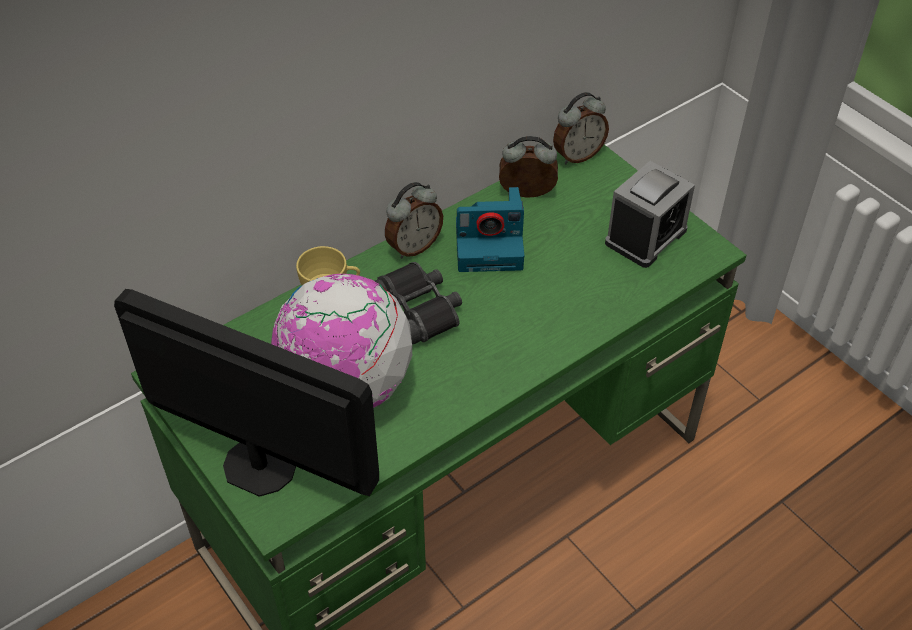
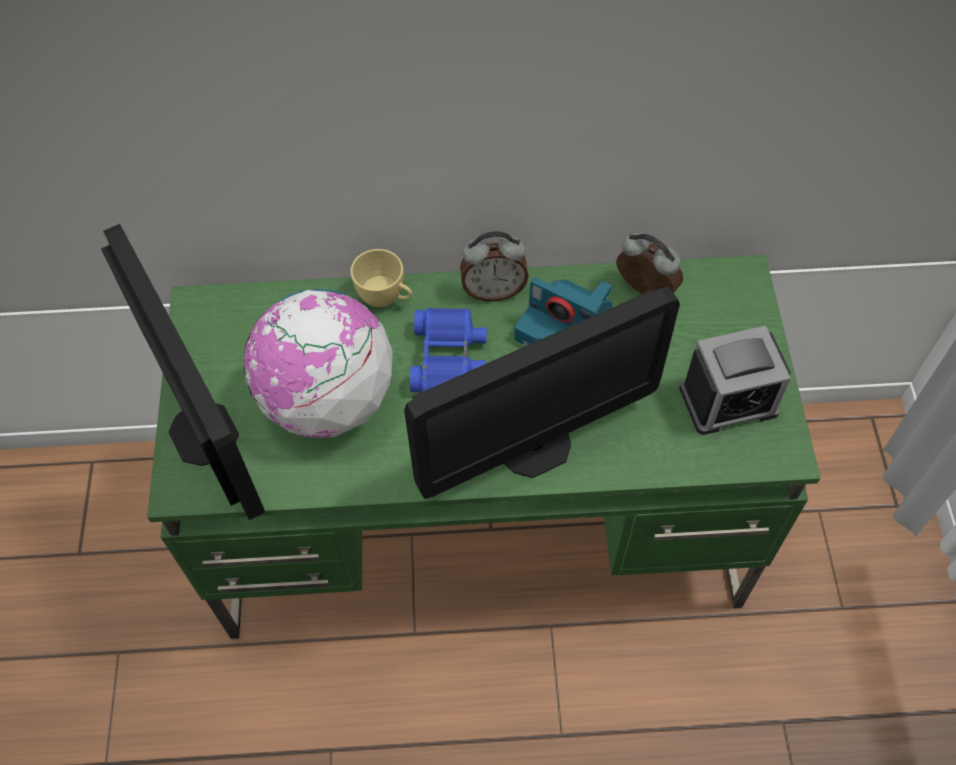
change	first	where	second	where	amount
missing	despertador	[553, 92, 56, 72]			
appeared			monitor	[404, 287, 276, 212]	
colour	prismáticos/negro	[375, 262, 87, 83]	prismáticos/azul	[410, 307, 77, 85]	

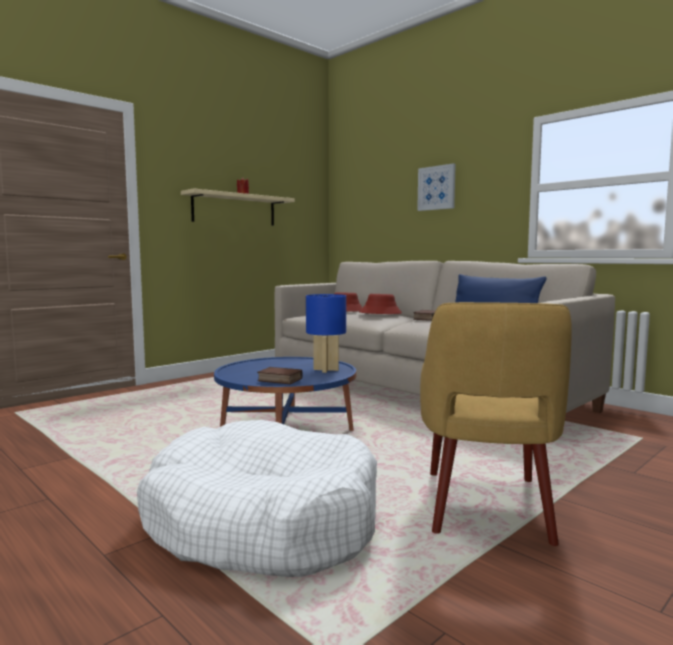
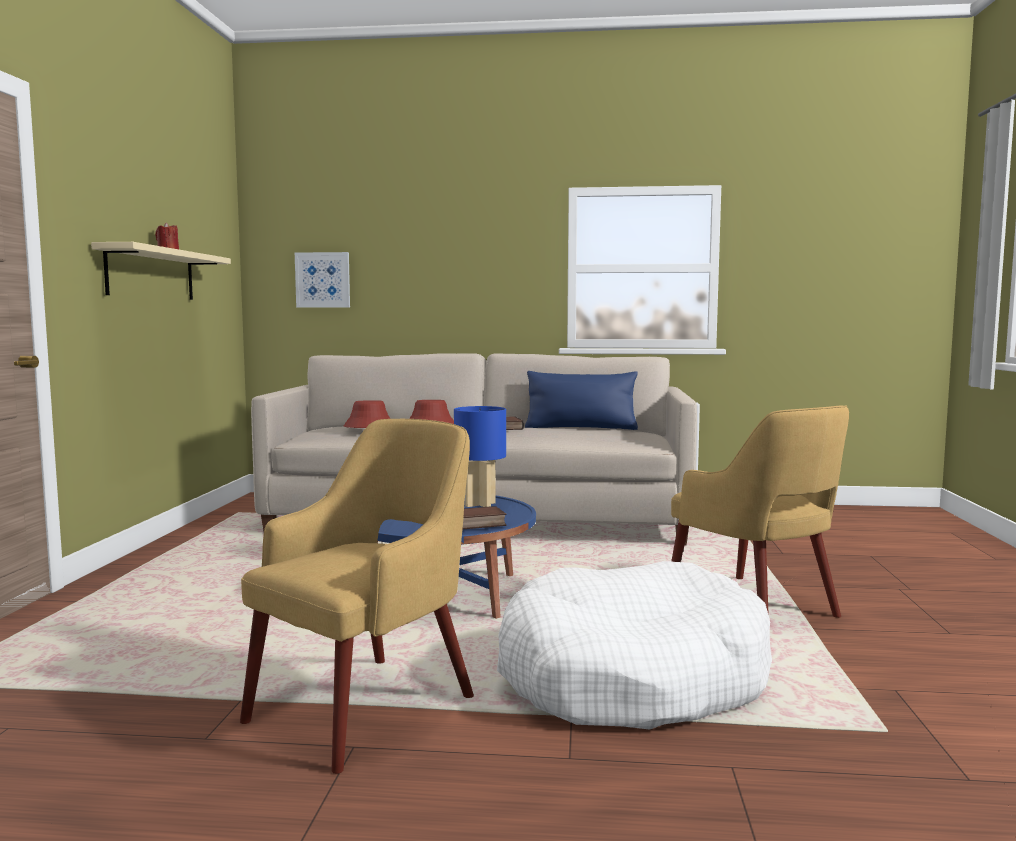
change	first	where	second	where	amount
appeared			sillón/amarillo	[240, 419, 234, 355]	
relocated	cuadro	[417, 163, 39, 48]		[295, 252, 55, 56]	

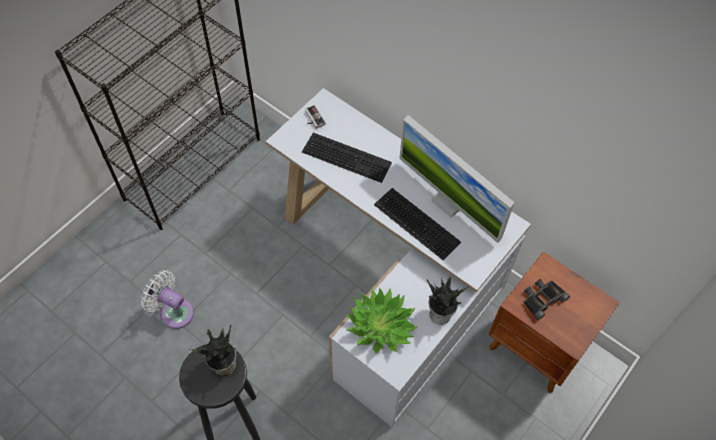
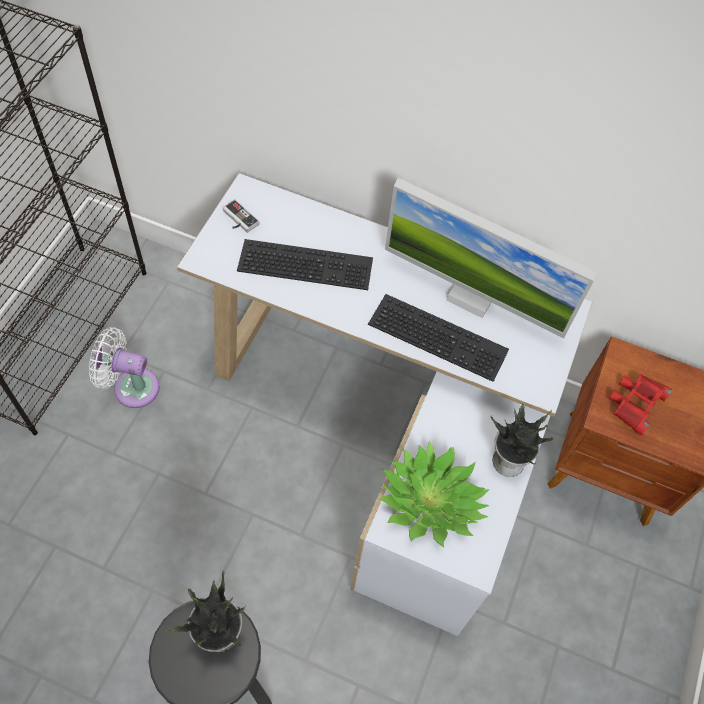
change	first	where	second	where	amount
relocated	ventilador/blanco	[141, 270, 53, 59]		[89, 327, 71, 81]	
colour	prismáticos/negro	[524, 279, 46, 42]	prismáticos/rojo	[608, 374, 64, 61]	

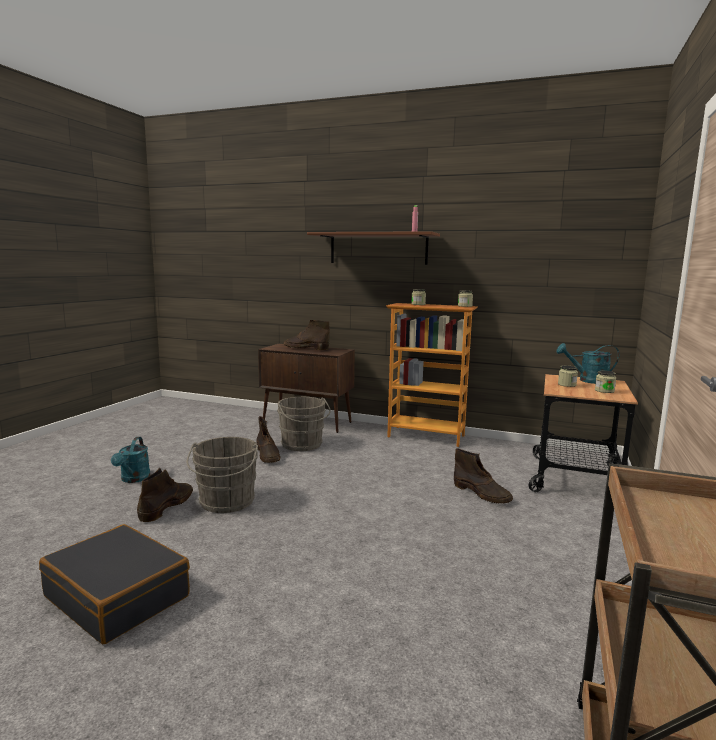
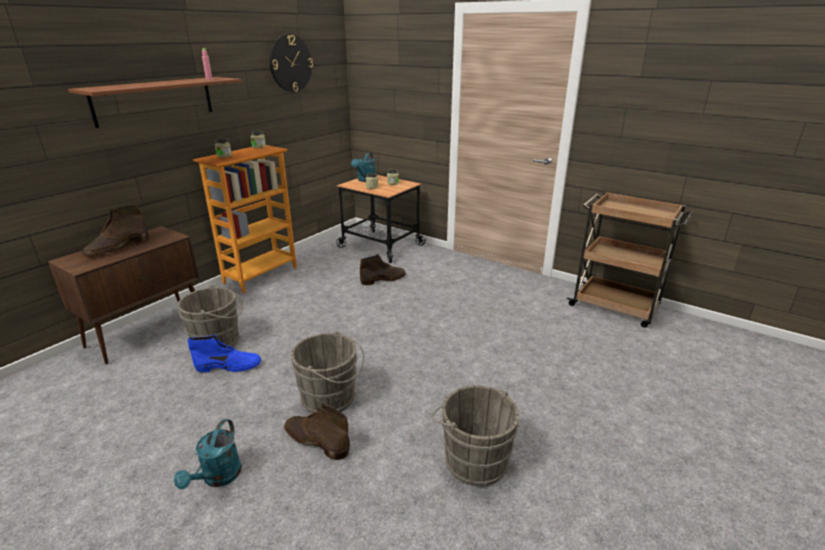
change	first	where	second	where	amount
appeared			reloj de pared	[270, 34, 43, 58]	
exchanged	maleta/negro	[39, 524, 151, 120]	cubo/gris	[431, 385, 88, 101]	
colour	bota/marrón	[256, 416, 25, 47]	bota/azul	[187, 334, 74, 39]	
spun	regadera/turquesa	[111, 437, 40, 46]		[174, 419, 68, 70]	90 degrees clockwise

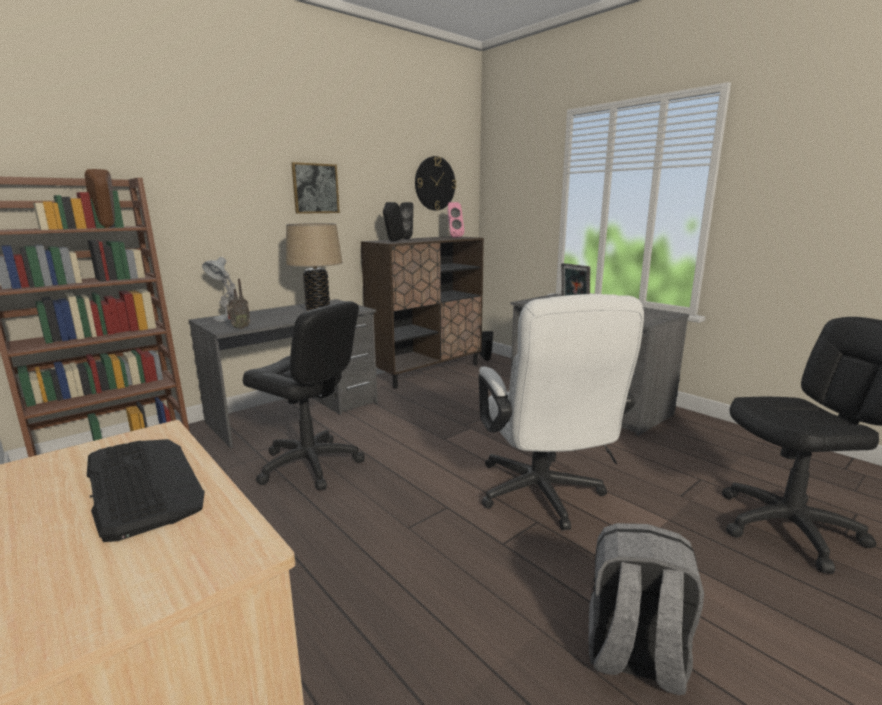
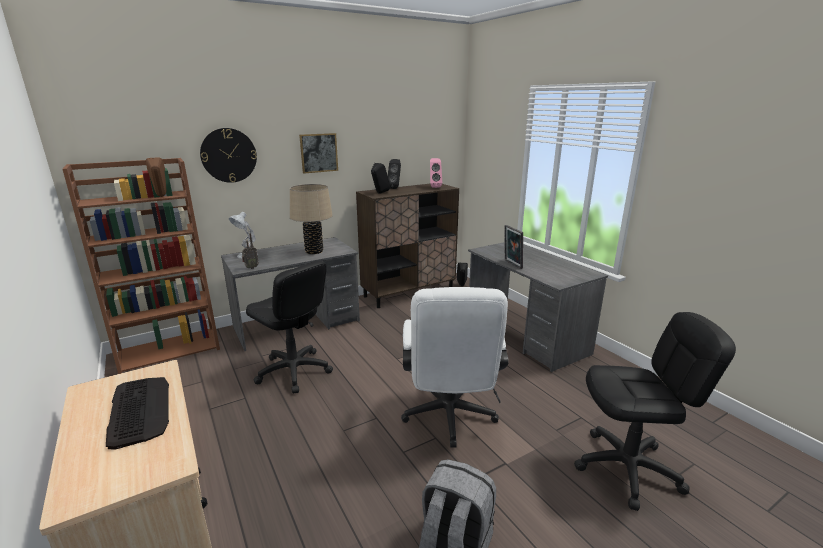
change	first	where	second	where	amount
relocated	reloj de pared	[415, 156, 41, 54]		[200, 128, 57, 55]	

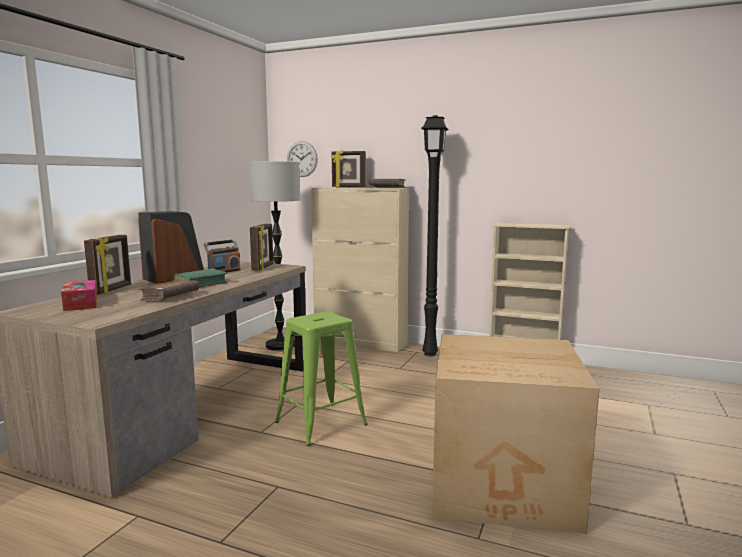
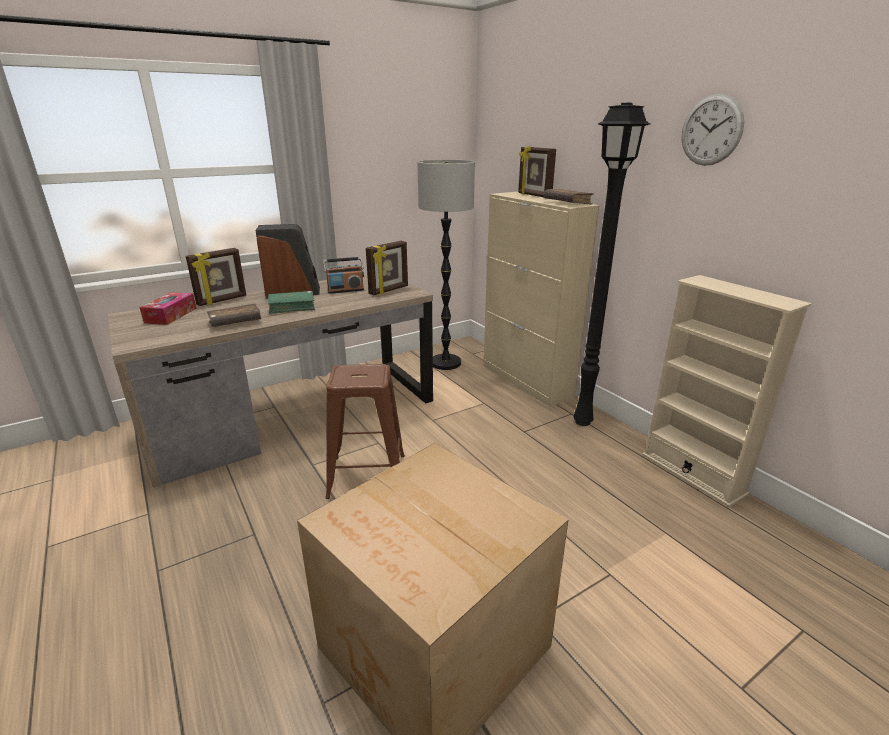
change	first	where	second	where	amount
relocated	reloj de pared	[287, 141, 31, 36]		[682, 94, 62, 72]	
colour	taburete/verde	[275, 312, 92, 134]	taburete/marrón	[326, 364, 79, 135]	

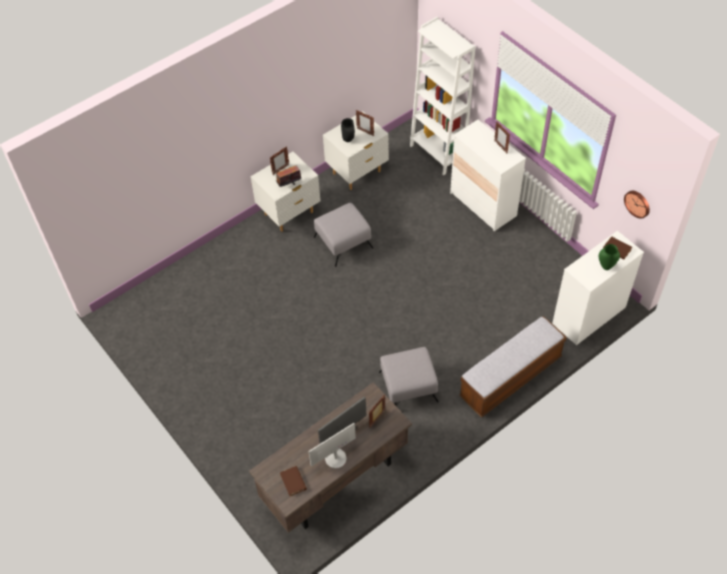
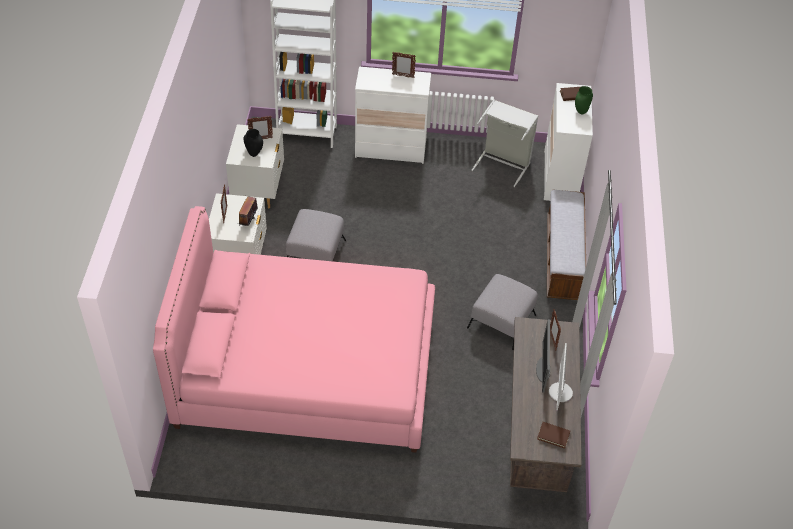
change	first	where	second	where	amount
missing	reloj de pared	[624, 191, 26, 28]			
appeared			cama/rosa	[153, 206, 282, 247]	
appeared			cesto de la ropa/gris	[471, 99, 68, 88]	

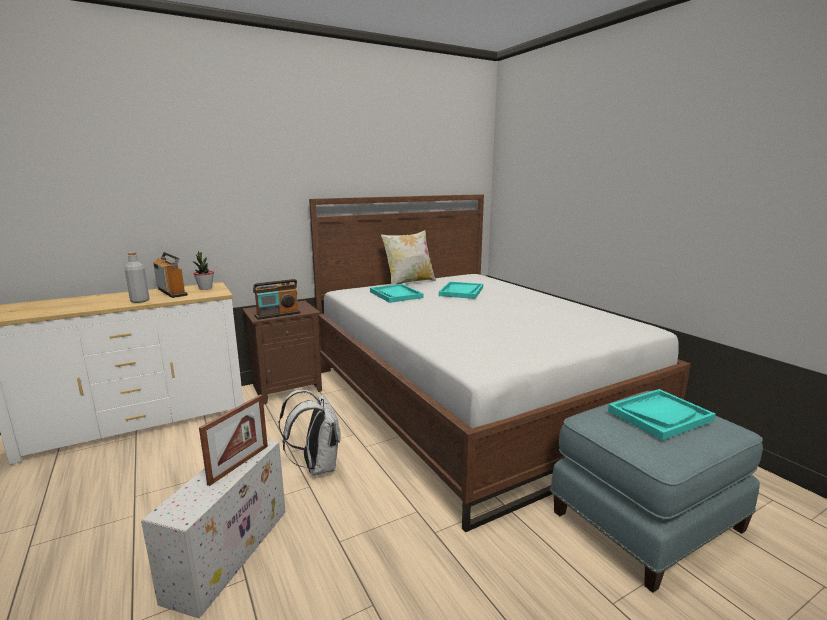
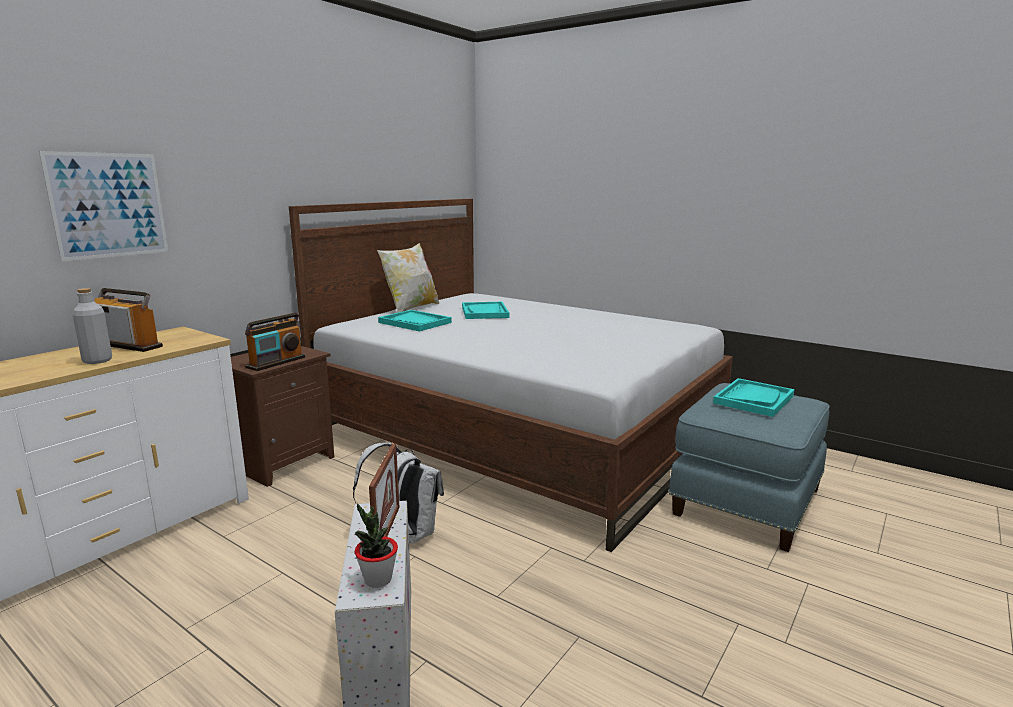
change	first	where	second	where	amount
appeared			cuadro	[39, 151, 129, 111]	
relocated	planta en maceta	[193, 251, 21, 39]		[355, 503, 43, 85]	

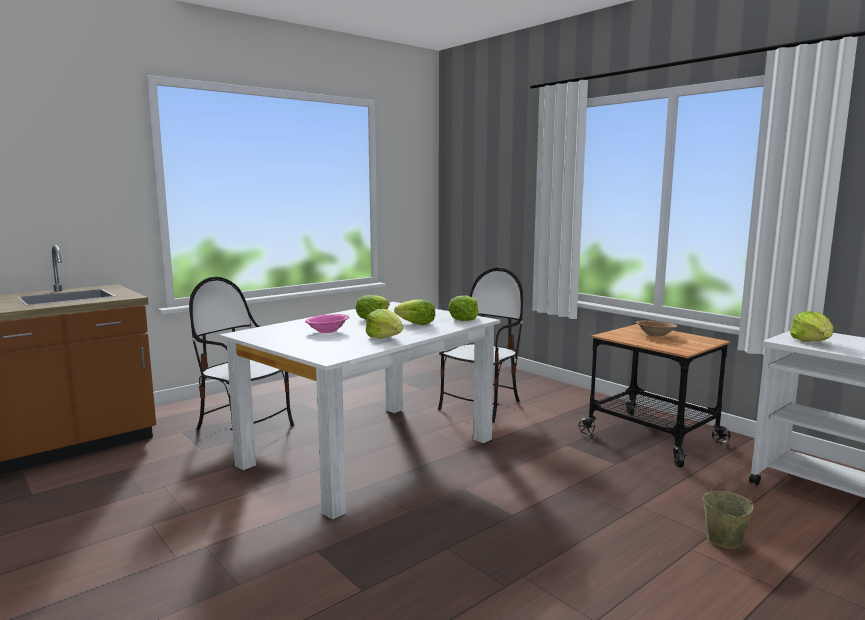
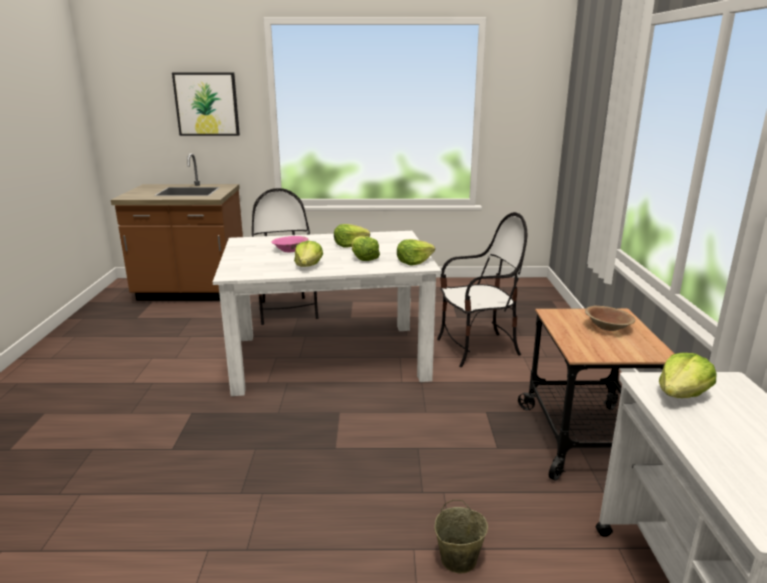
change	first	where	second	where	amount
appeared			cuadro	[172, 73, 68, 63]	

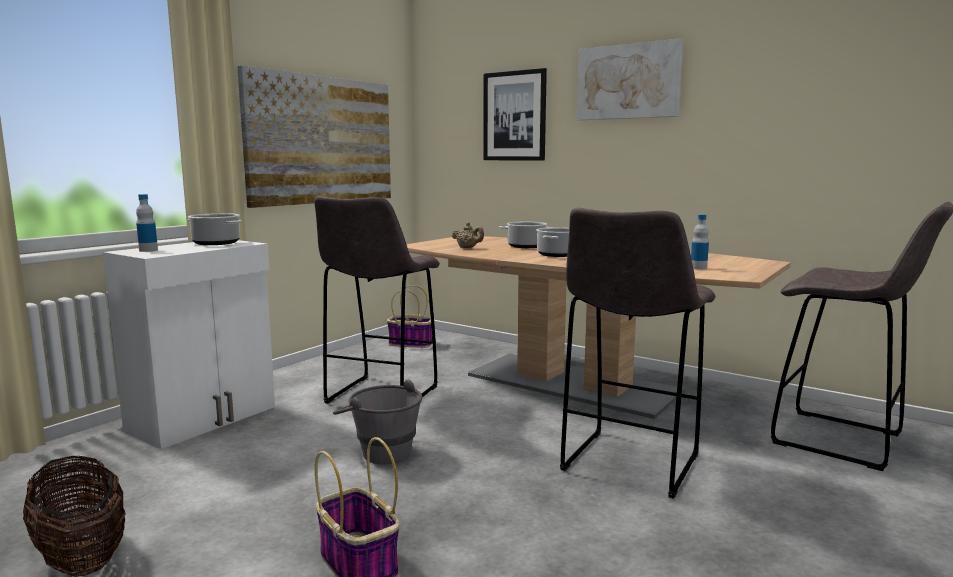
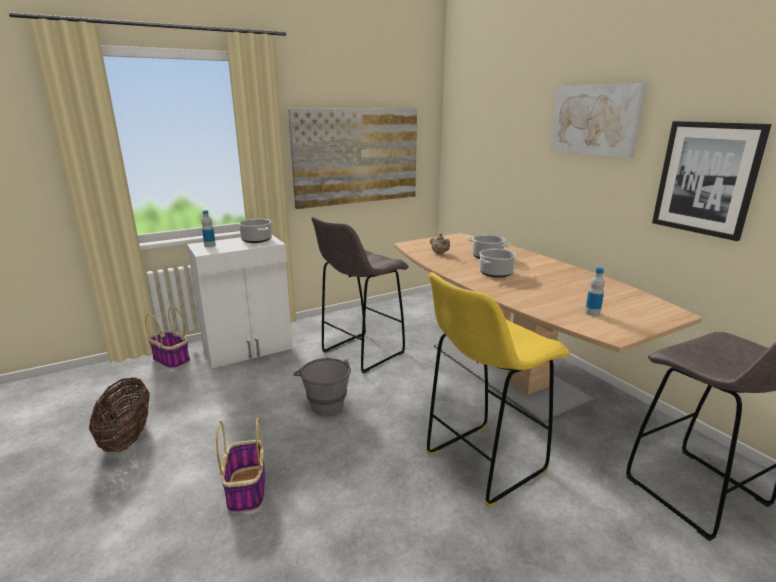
change	first	where	second	where	amount
relocated	cesta	[387, 285, 45, 63]		[145, 307, 45, 62]	
relocated	cuadro	[483, 68, 64, 92]		[652, 121, 120, 120]	
colour	taburete/gris	[560, 208, 156, 291]	taburete/amarillo	[426, 272, 144, 235]	

